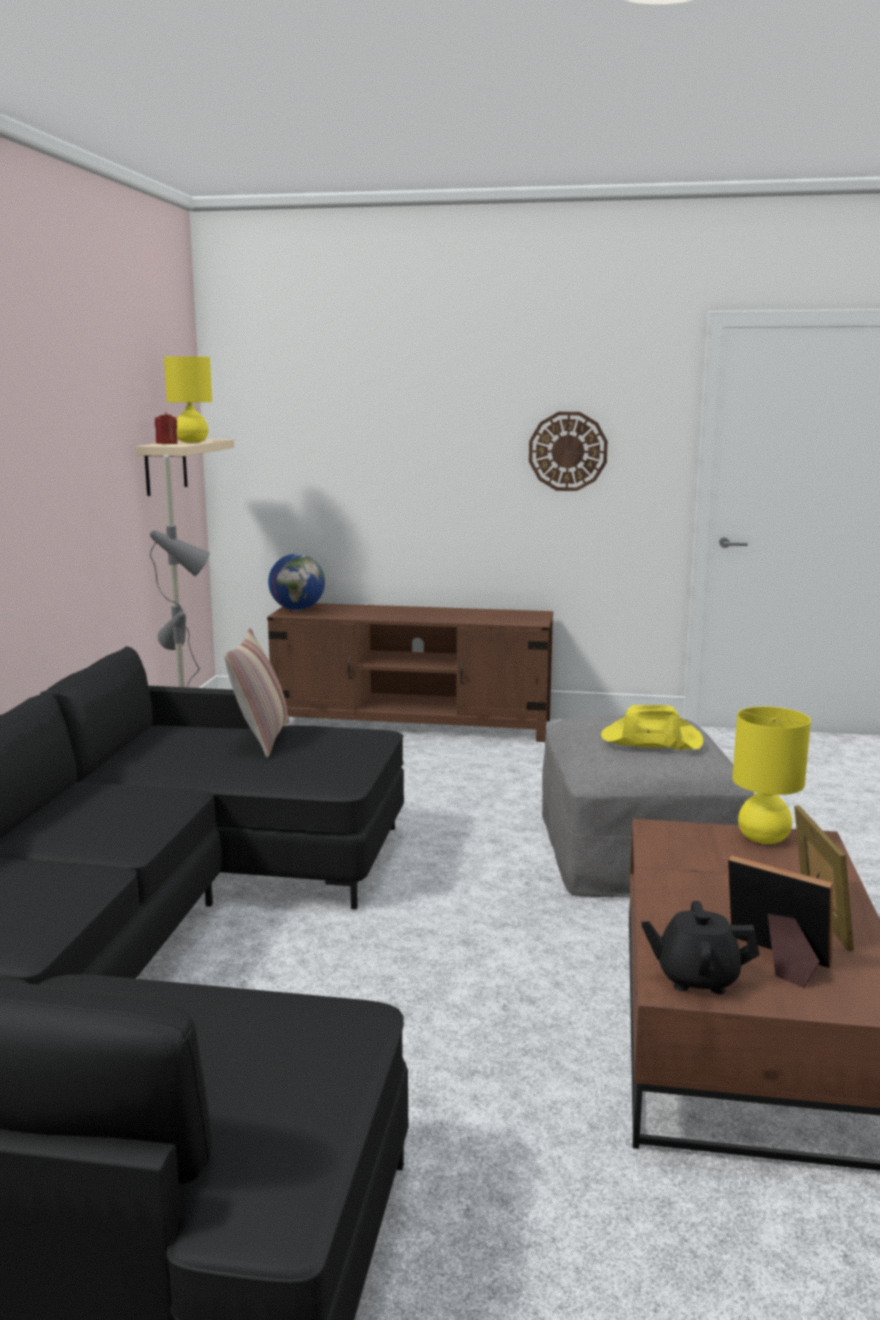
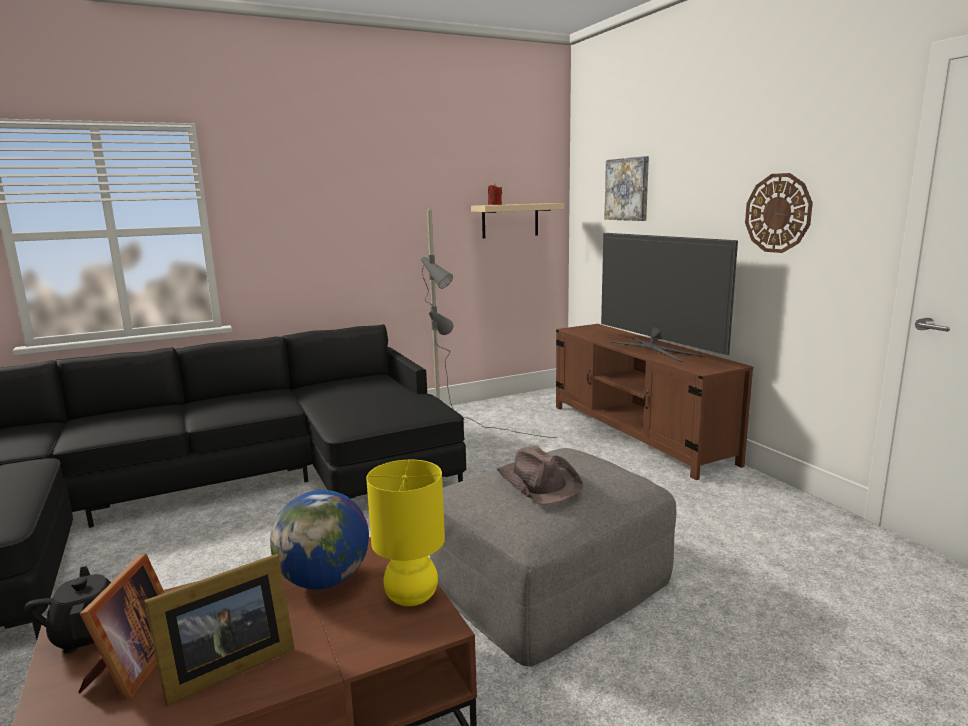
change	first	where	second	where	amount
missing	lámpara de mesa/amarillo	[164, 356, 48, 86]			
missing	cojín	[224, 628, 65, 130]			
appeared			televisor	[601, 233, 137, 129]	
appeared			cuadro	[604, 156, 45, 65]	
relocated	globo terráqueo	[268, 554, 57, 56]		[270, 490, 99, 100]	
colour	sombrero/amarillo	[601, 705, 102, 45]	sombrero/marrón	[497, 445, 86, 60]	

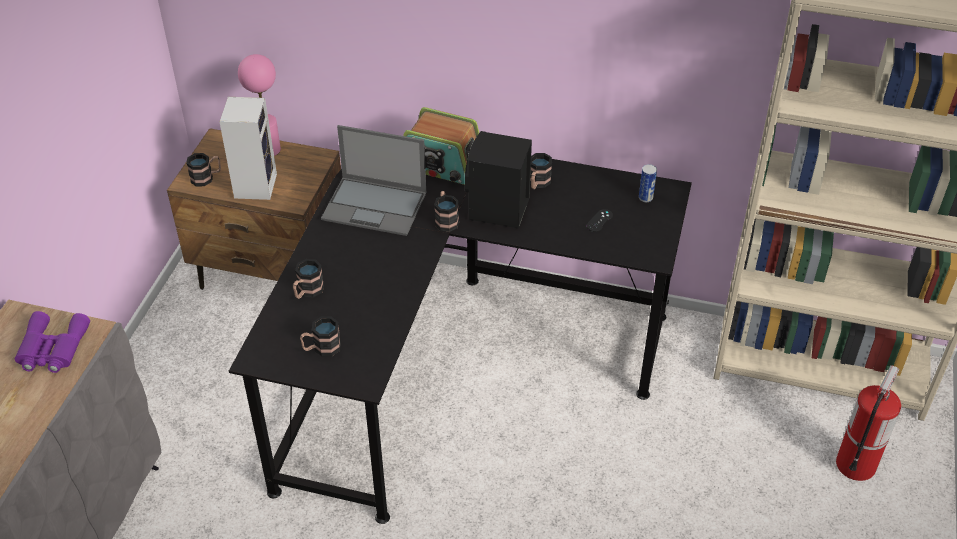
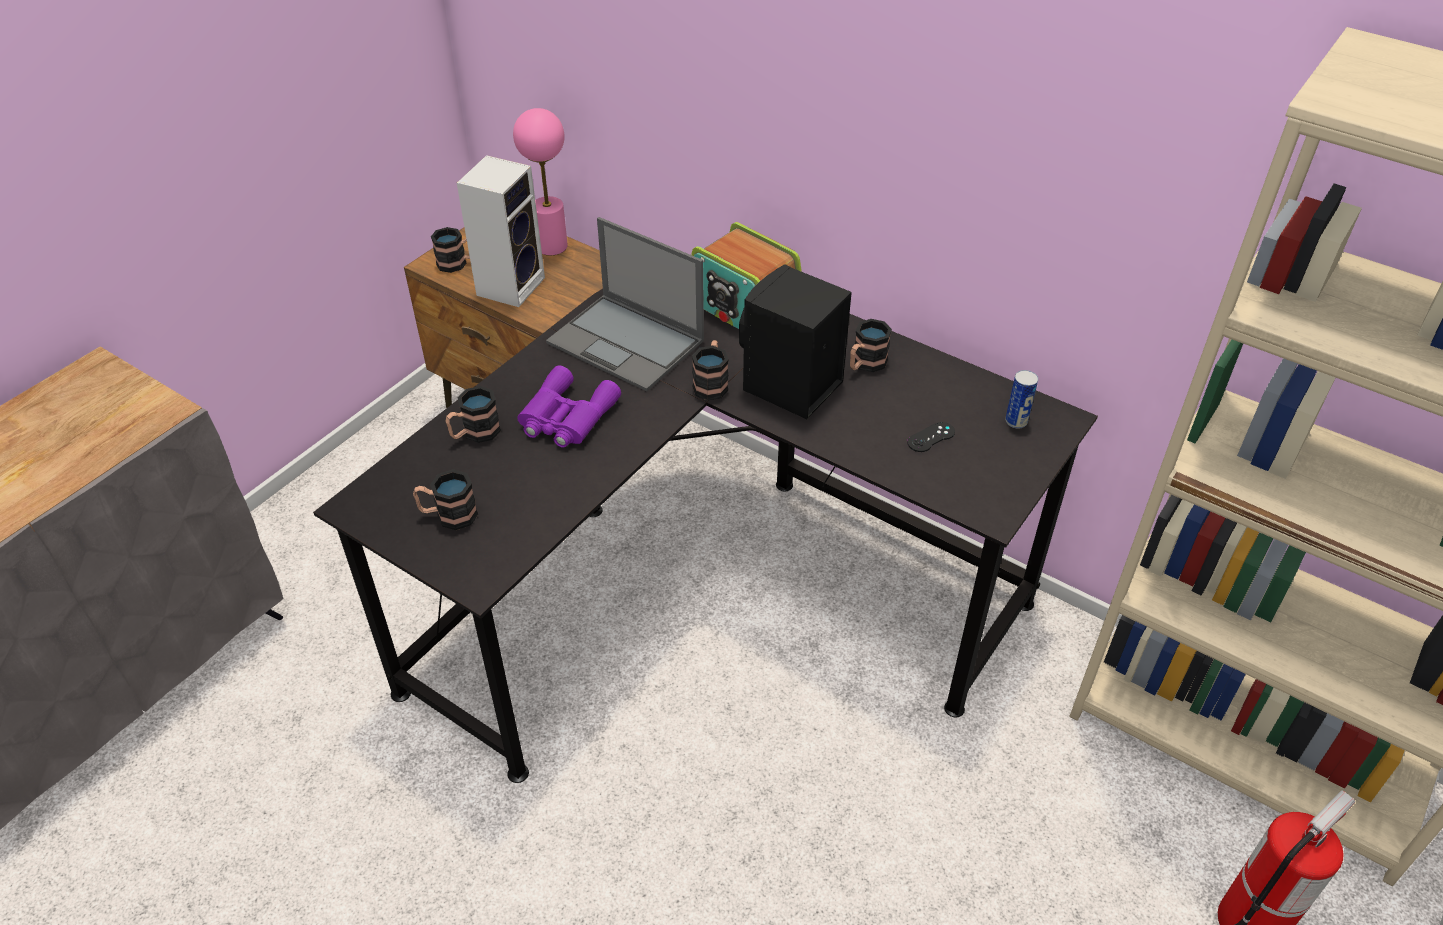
change	first	where	second	where	amount
relocated	prismáticos/morado	[15, 311, 75, 62]		[517, 365, 104, 83]	

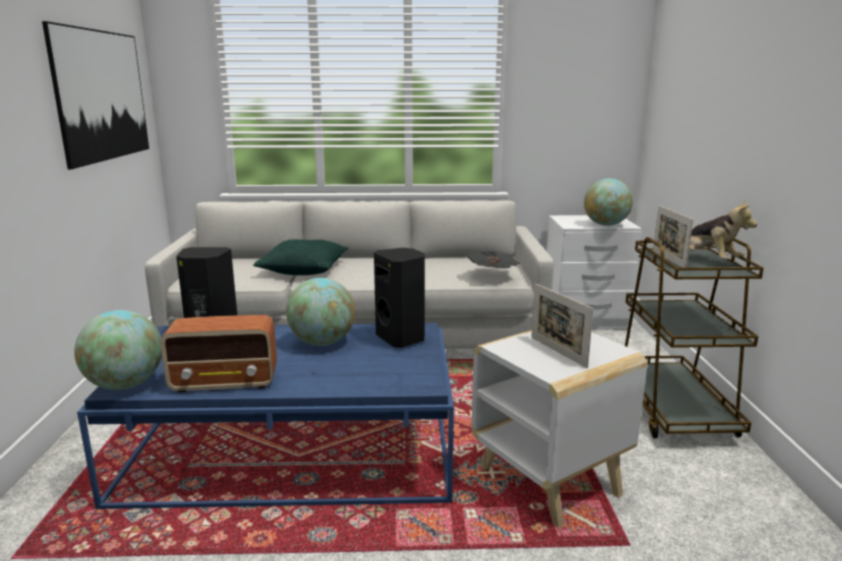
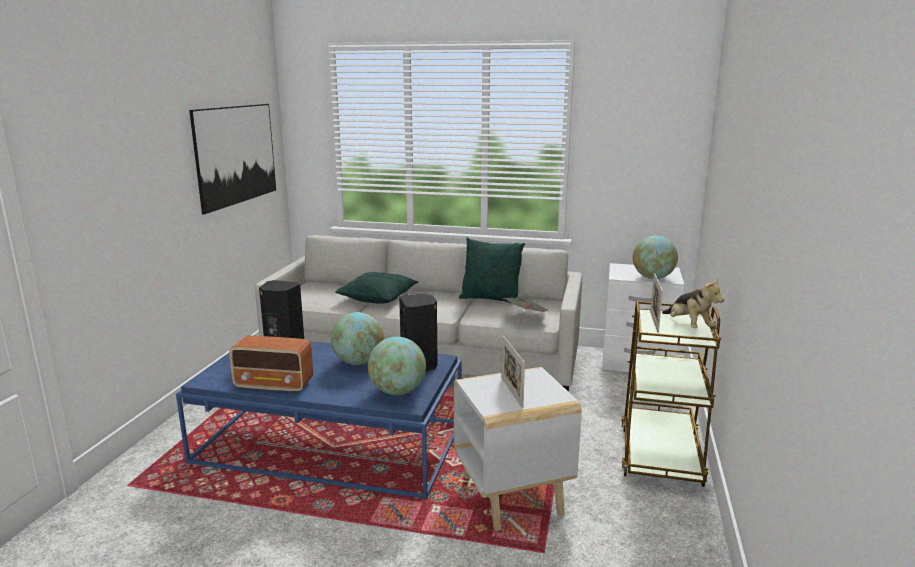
change	first	where	second	where	amount
appeared			cojín/verde	[459, 237, 66, 66]	
relocated	globo terráqueo	[74, 310, 88, 80]		[368, 337, 58, 58]	

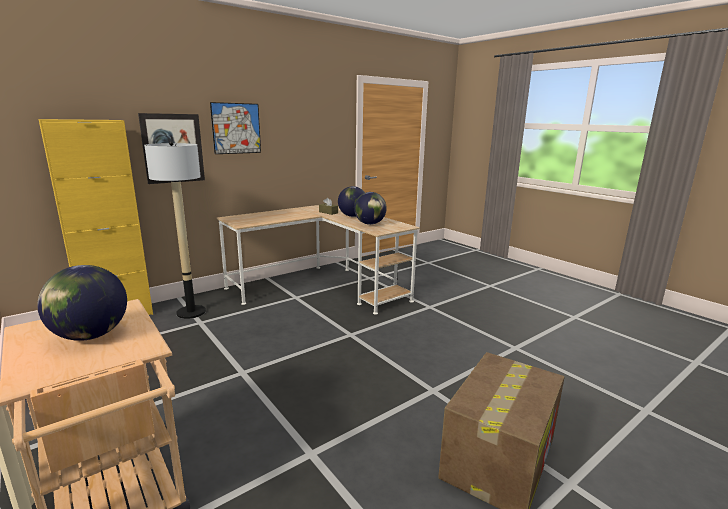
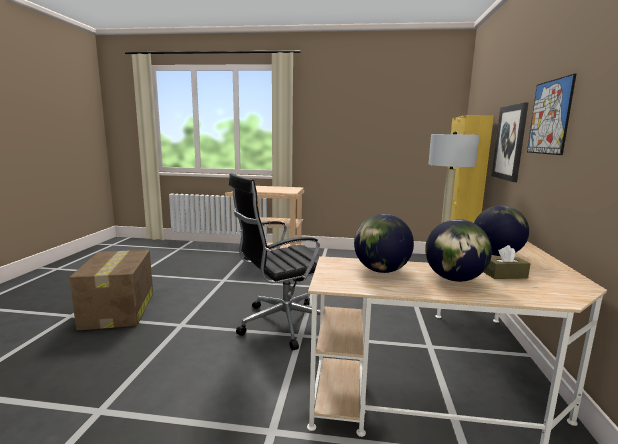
change	first	where	second	where	amount
appeared			silla de oficina/negro	[229, 173, 91, 177]	
relocated	globo terráqueo	[37, 265, 90, 76]		[474, 206, 55, 50]	

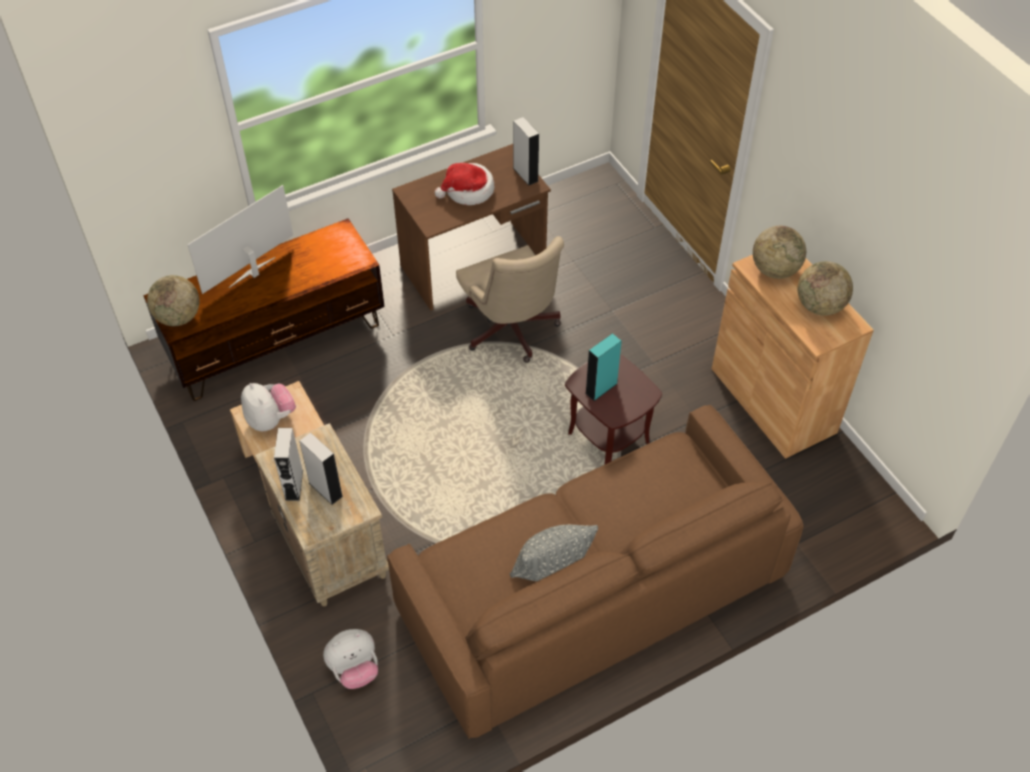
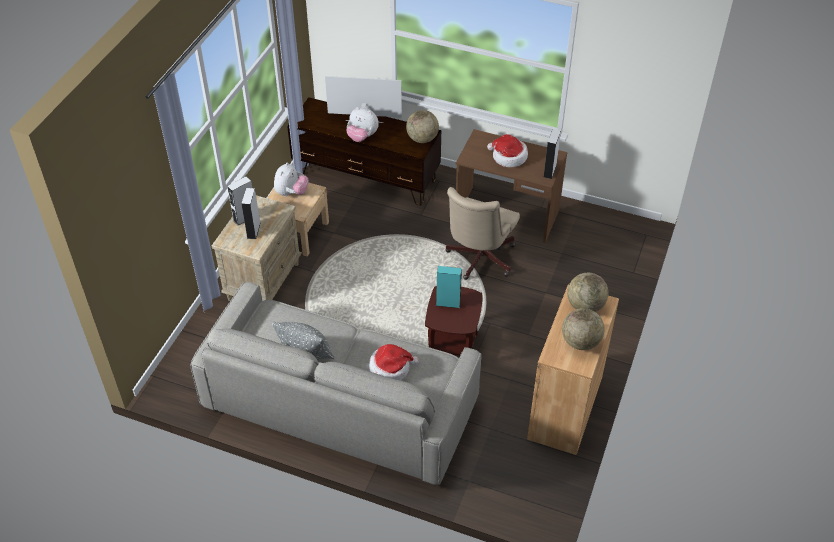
change	first	where	second	where	amount
appeared			sombrero	[369, 344, 50, 37]	
relocated	globo terráqueo	[147, 275, 53, 51]		[406, 110, 33, 33]	
relocated	peluche	[323, 629, 55, 60]		[346, 107, 33, 35]	
colour	sofá/marrón	[387, 405, 416, 334]	sofá/gris	[191, 282, 291, 203]	

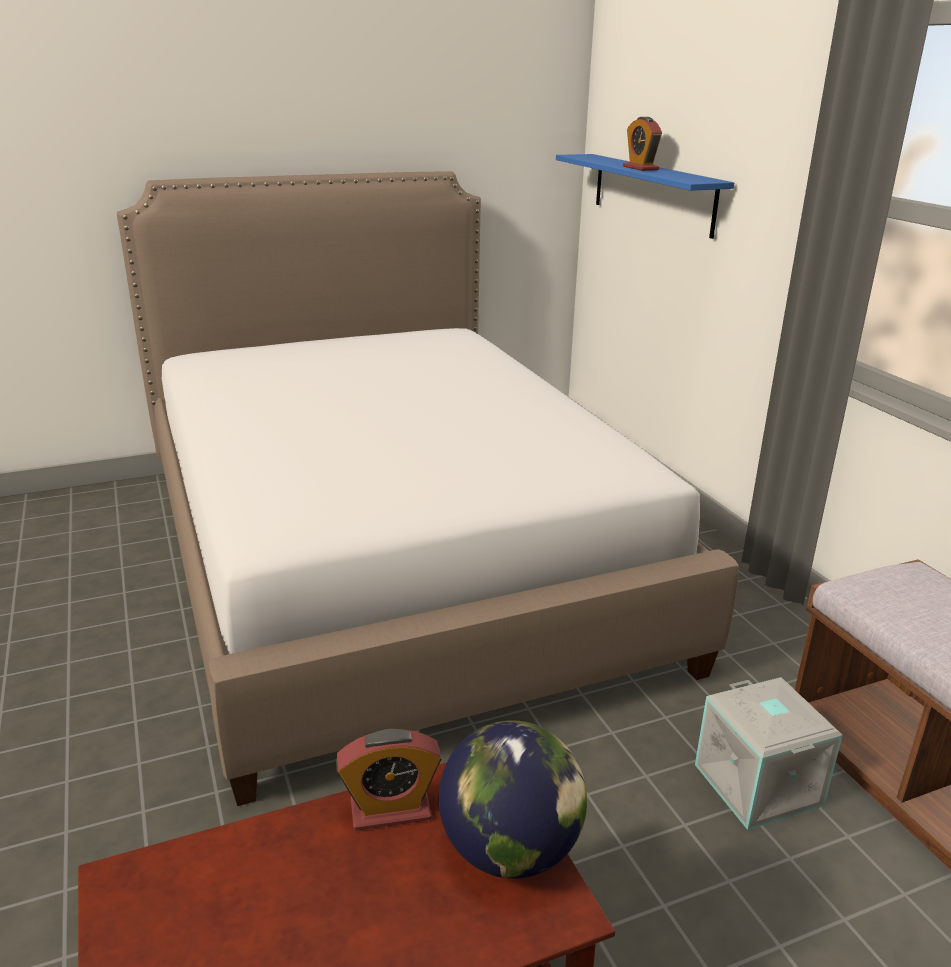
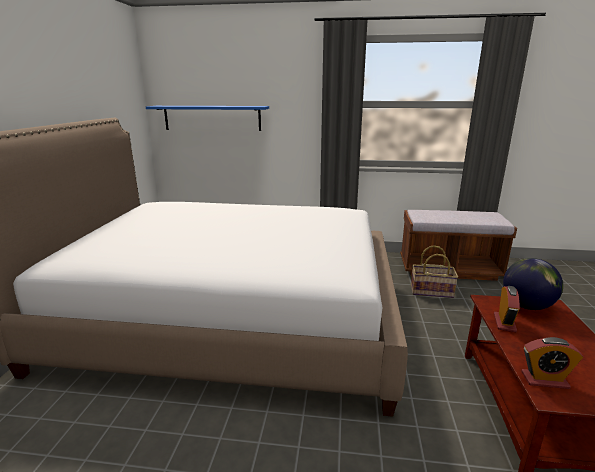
change	first	where	second	where	amount
relocated	despertador	[623, 117, 39, 54]		[521, 337, 62, 52]	
exchanged	caja de almacenaje/gris	[695, 677, 148, 153]	cesta	[411, 245, 47, 53]	

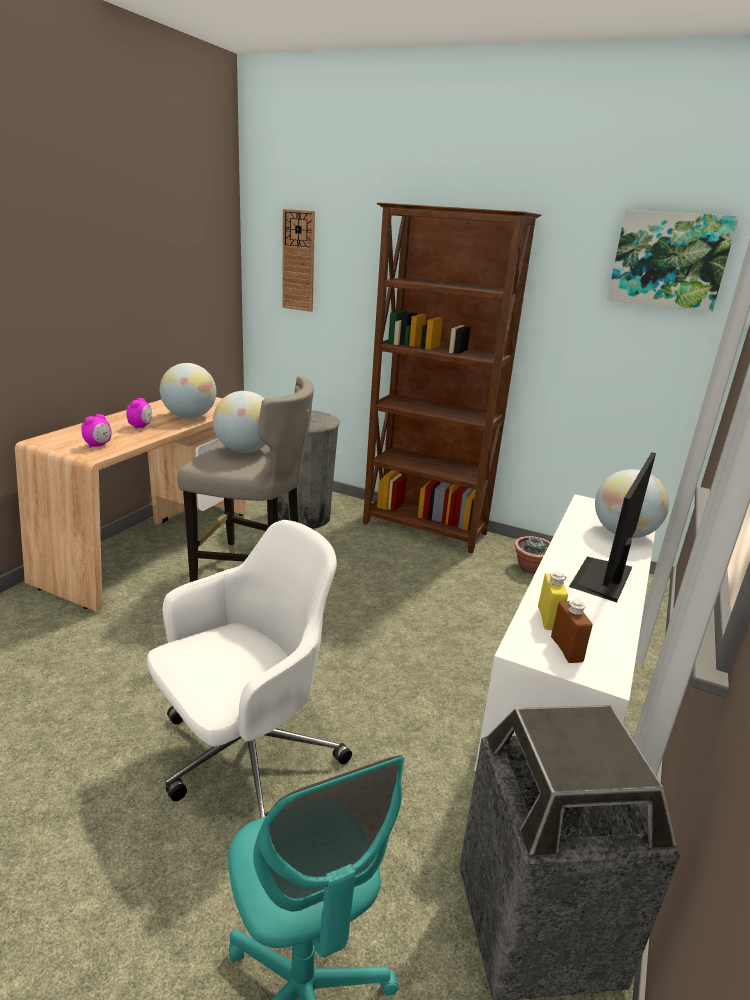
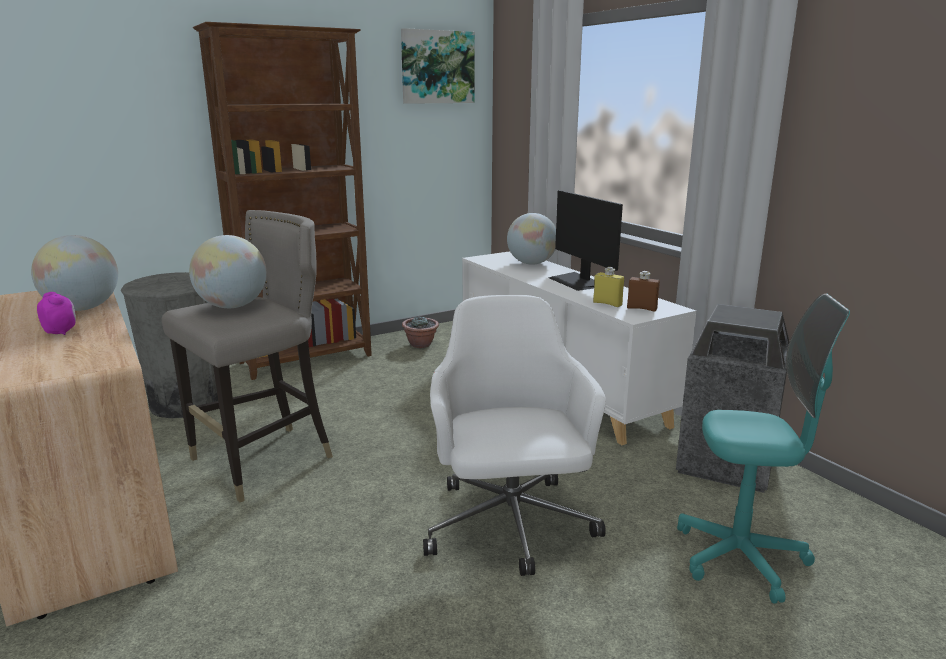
change	first	where	second	where	amount
missing	despertador	[82, 414, 30, 33]			
missing	reloj de pared	[282, 209, 33, 103]			

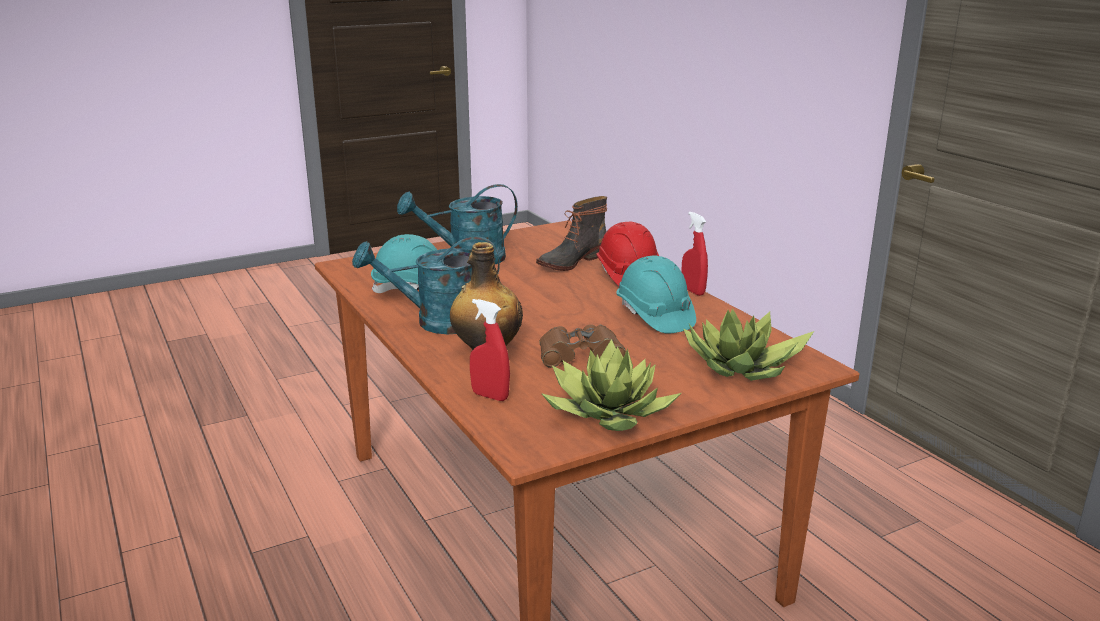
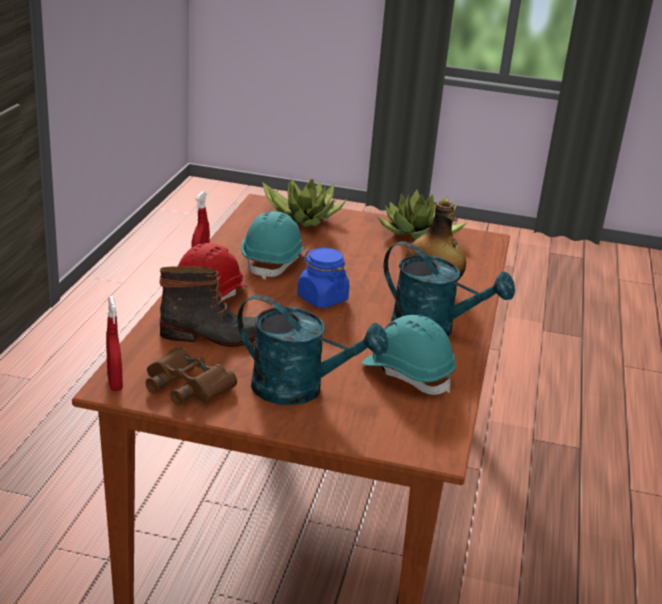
change	first	where	second	where	amount
appeared			tarro/azul	[297, 248, 52, 60]	
relocated	pulverizador/rojo	[470, 299, 40, 102]		[106, 296, 17, 95]	
relocated	prismáticos/marrón	[539, 324, 87, 44]		[146, 347, 91, 59]	

